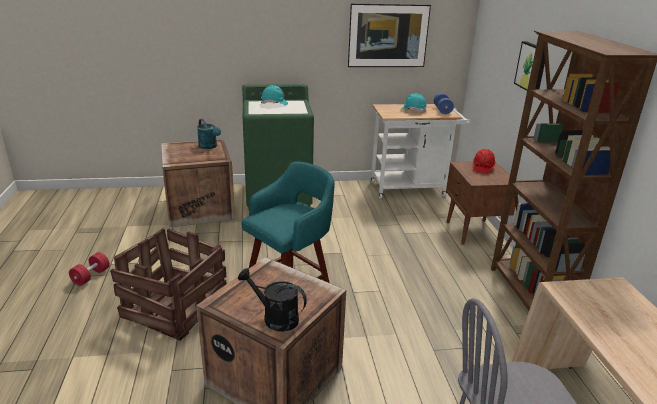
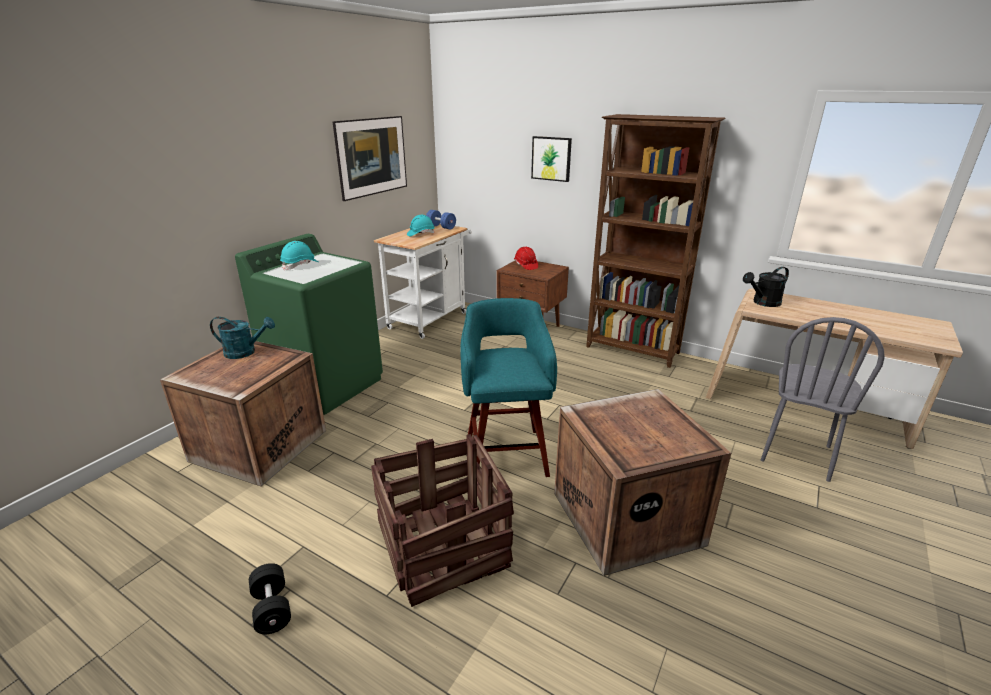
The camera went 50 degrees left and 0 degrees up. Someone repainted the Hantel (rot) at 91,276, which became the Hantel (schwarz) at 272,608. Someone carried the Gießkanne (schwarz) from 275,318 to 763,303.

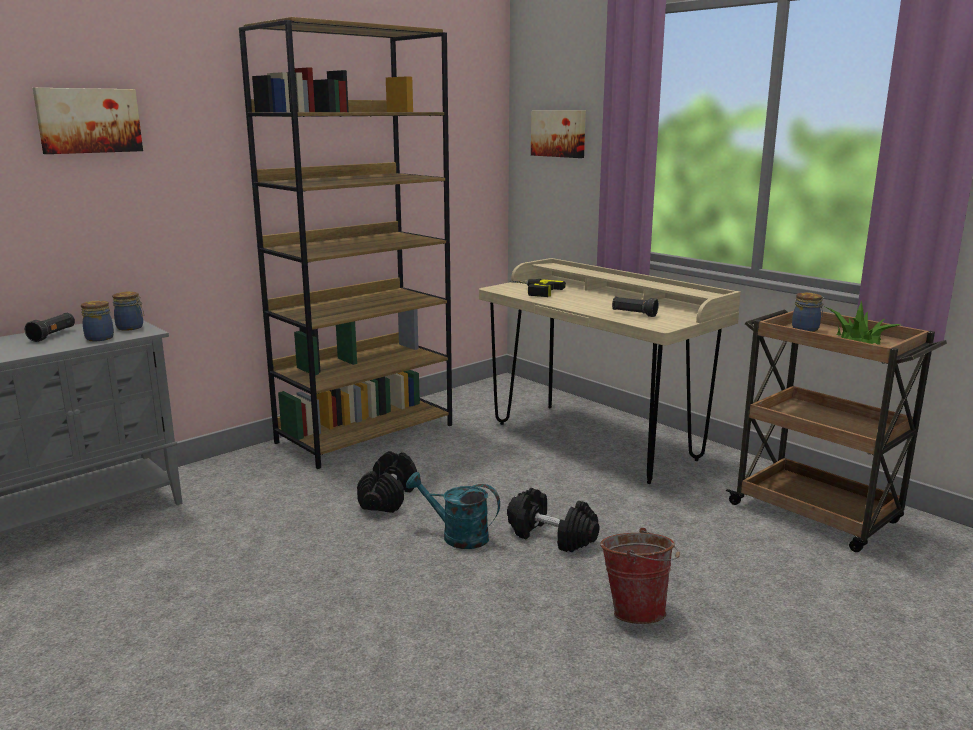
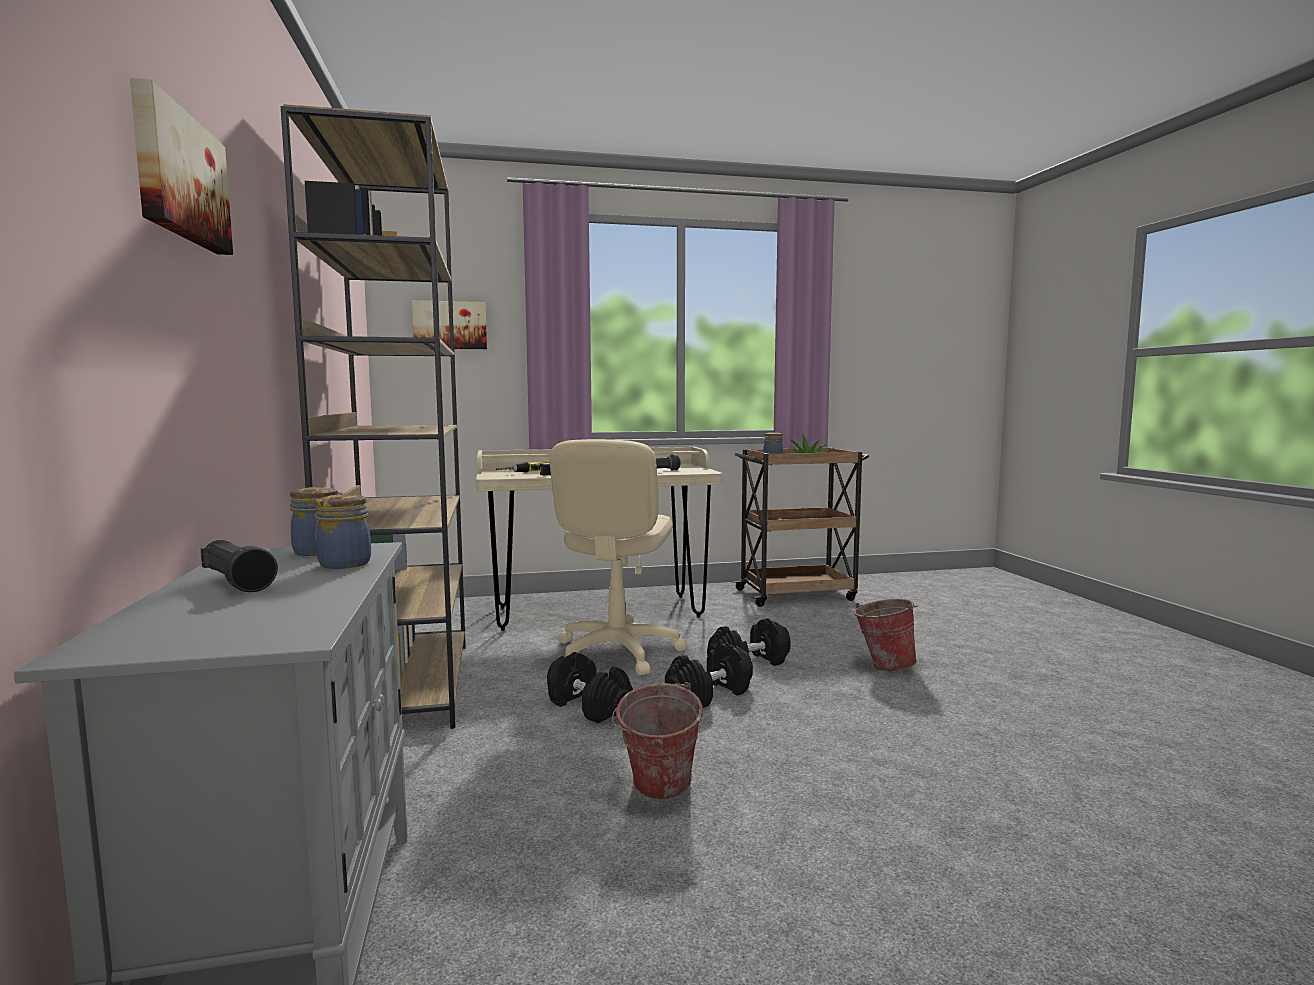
The camera went 60 degrees left and 10 degrees down. Someone swapped the Gießkanne (türkis) at 457,536 for the Hantel (schwarz) at 709,694. Someone put down the Bürostuhl (beige) at 616,652. Someone put down the Eimer at 657,792.

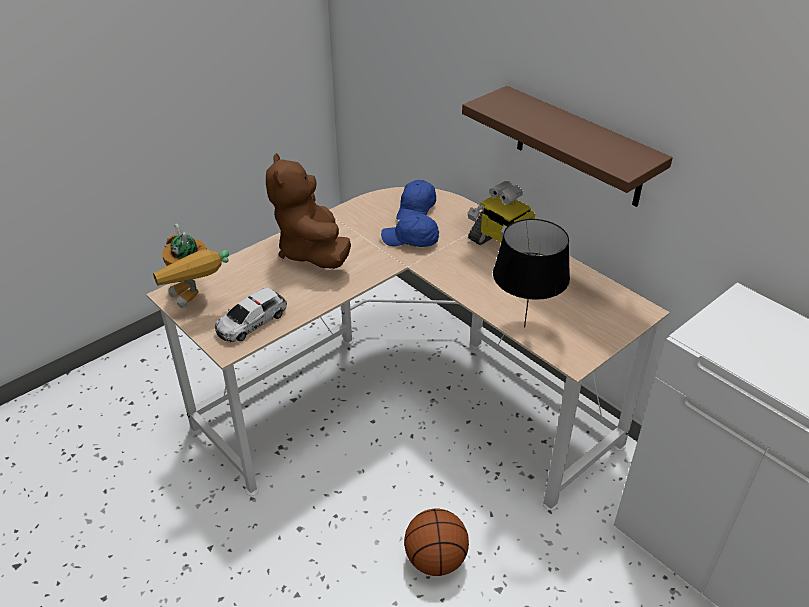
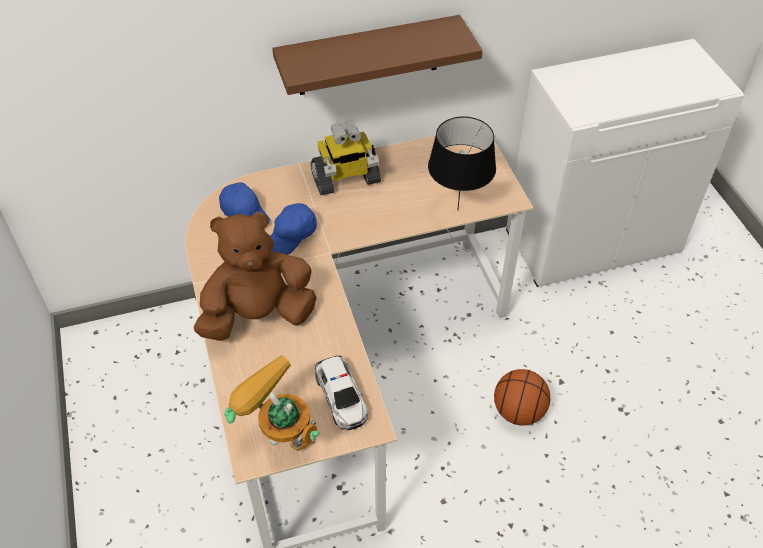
The camera went 65 degrees left and 10 degrees up. Someone rotated the Spielzeugroboter at 196,301 by 135 degrees counterclockwise. Someone rotated the Plüschtier (braun) at 312,252 by 150 degrees clockwise.

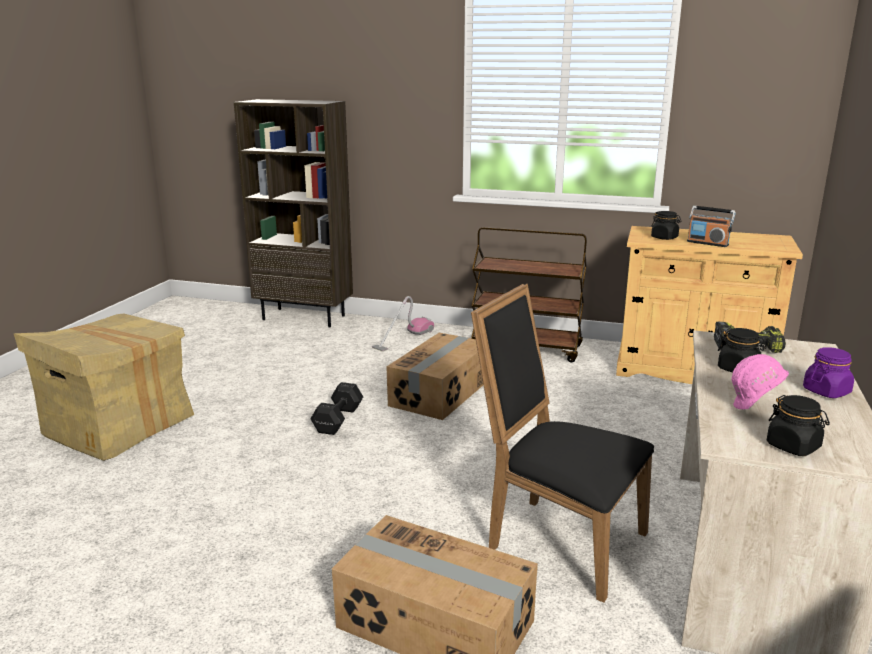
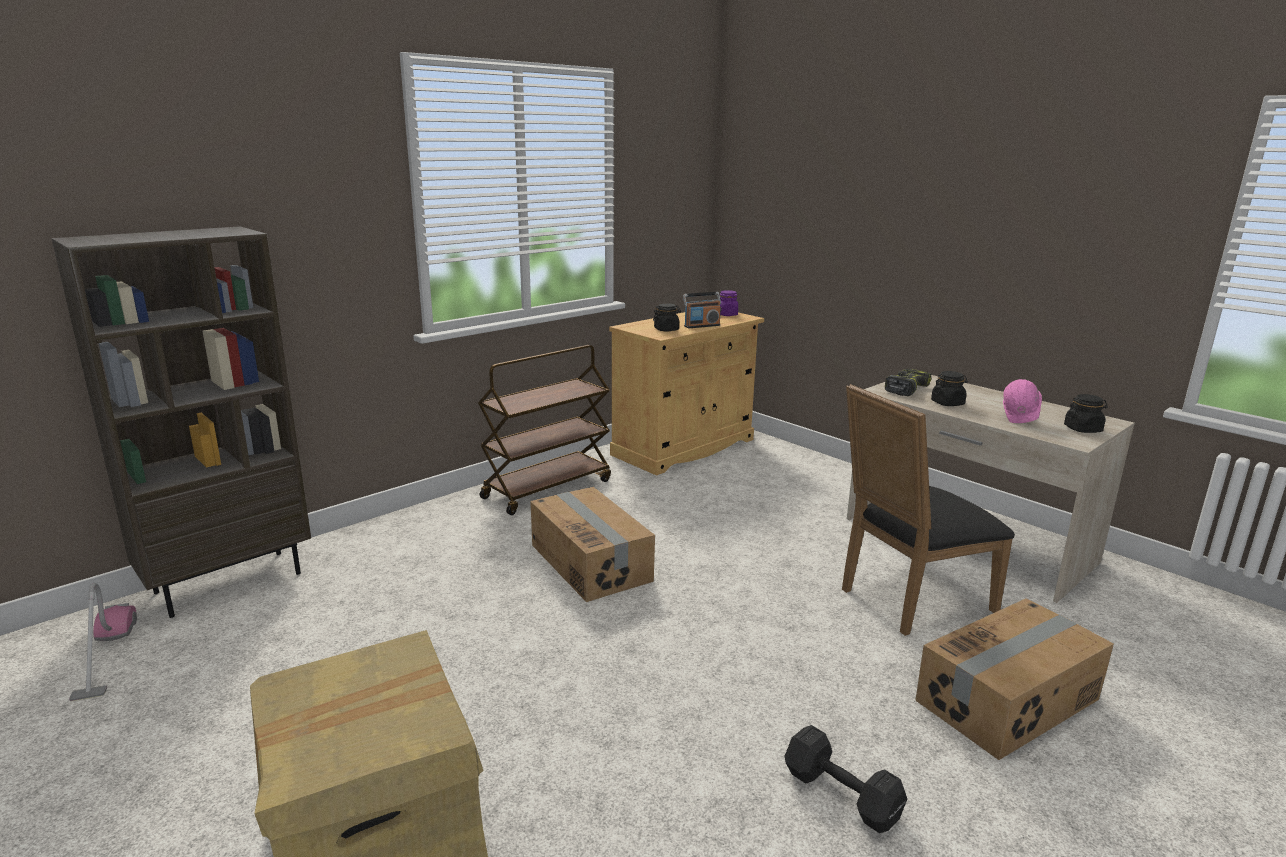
The camera went 60 degrees left and 0 degrees up. Someone carried the Hantel (schwarz) from 339,419 to 839,793. Someone carried the Staubsauger from 403,339 to 105,656. Someone carried the Vorratsglas (lila) from 826,391 to 727,314.

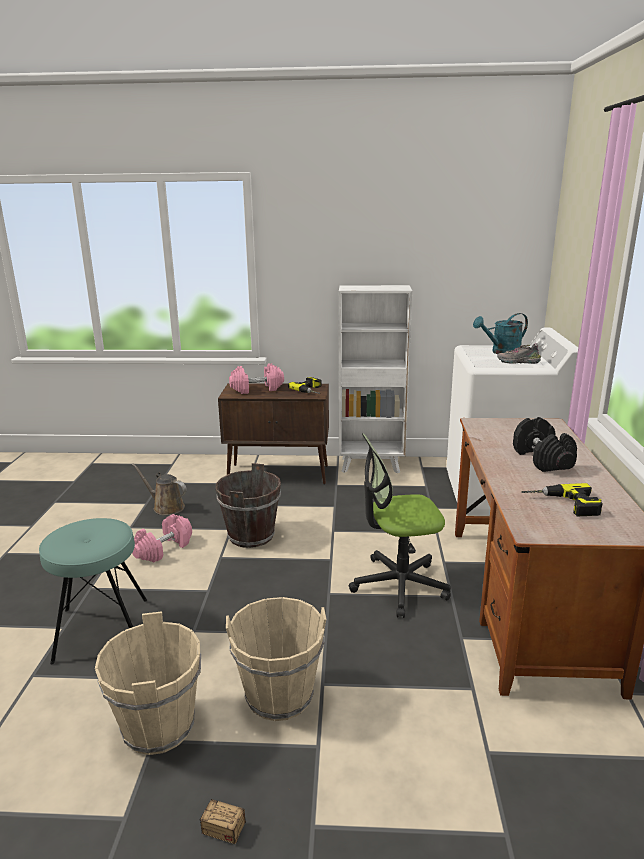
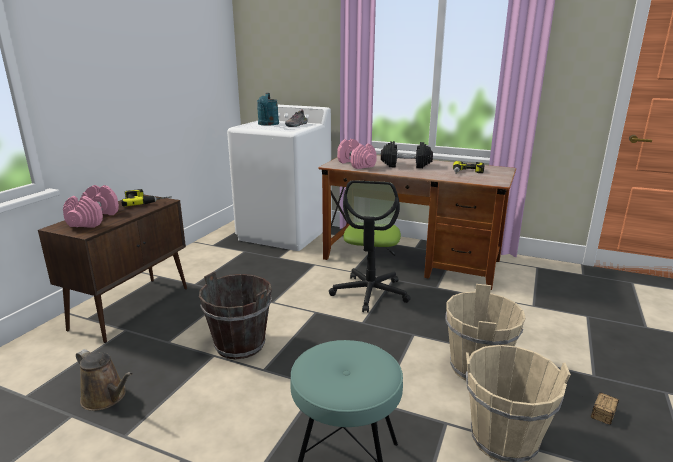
The camera went 70 degrees left and 0 degrees up. Someone rotated the Gießkanne (braun) at 166,507 by 105 degrees counterclockwise. Someone carried the Hantel (rosa) from 163,549 to 356,164. Someone took away the Bücherregal (weiß) at 371,465.

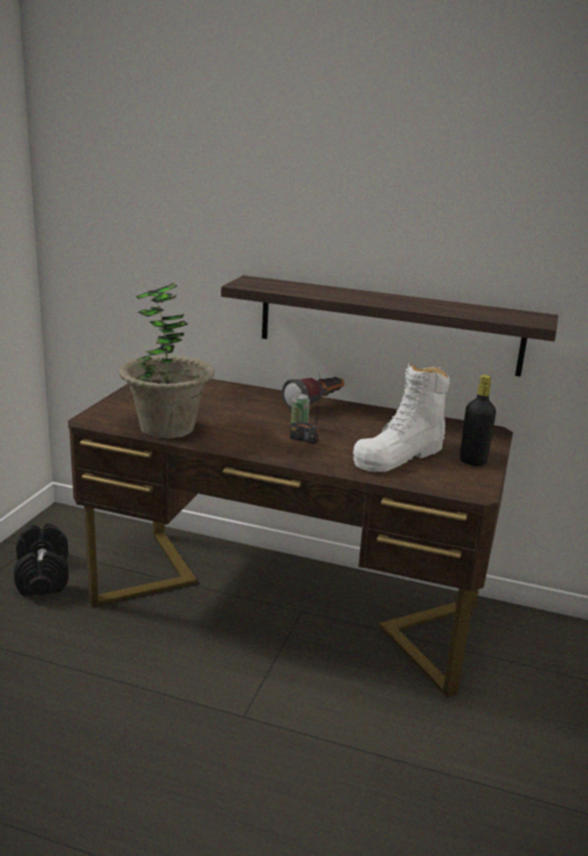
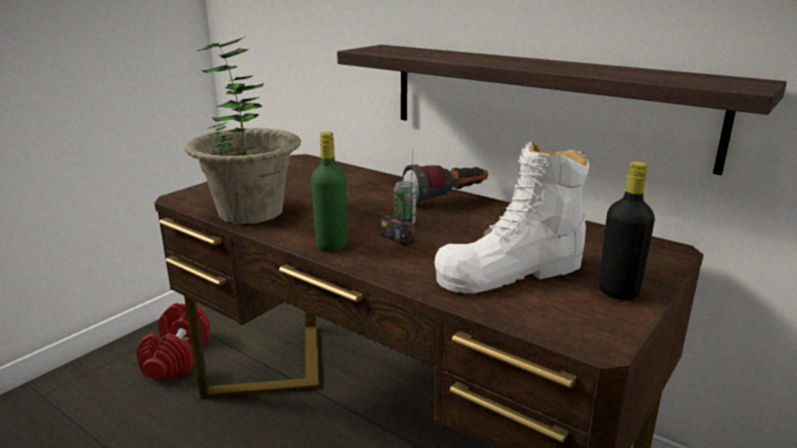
The camera went 20 degrees right and 0 degrees up. Someone repainted the Hantel (schwarz) at 43,576, which became the Hantel (rot) at 178,356. Someone put down the Flasche (grün) at 331,245.

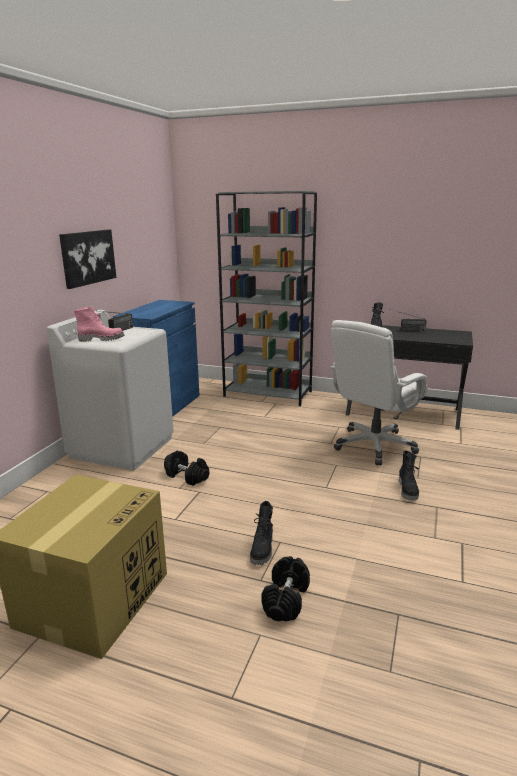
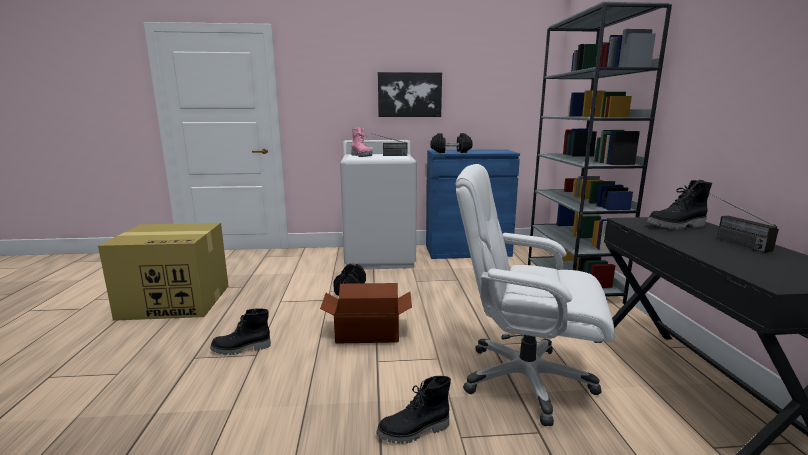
The camera went 65 degrees right and 5 degrees down. Someone carried the Hantel (schwarz) from 285,599 to 451,152. Someone put down the Karton at 367,332.

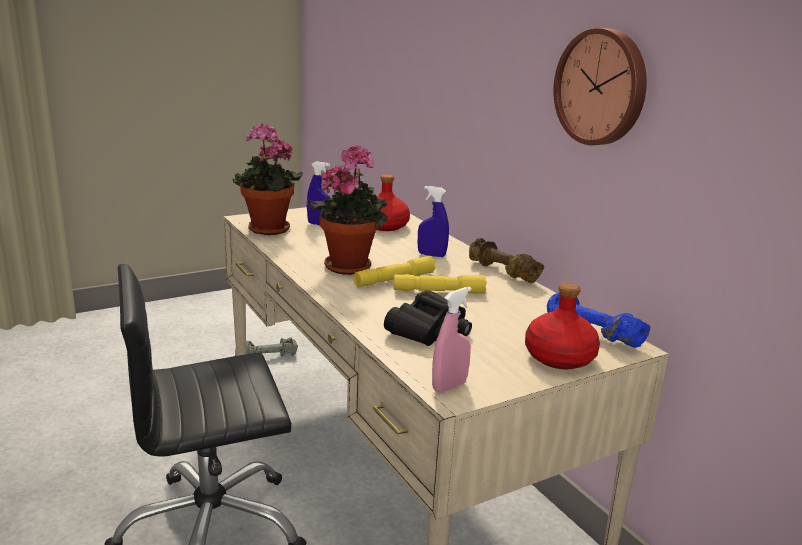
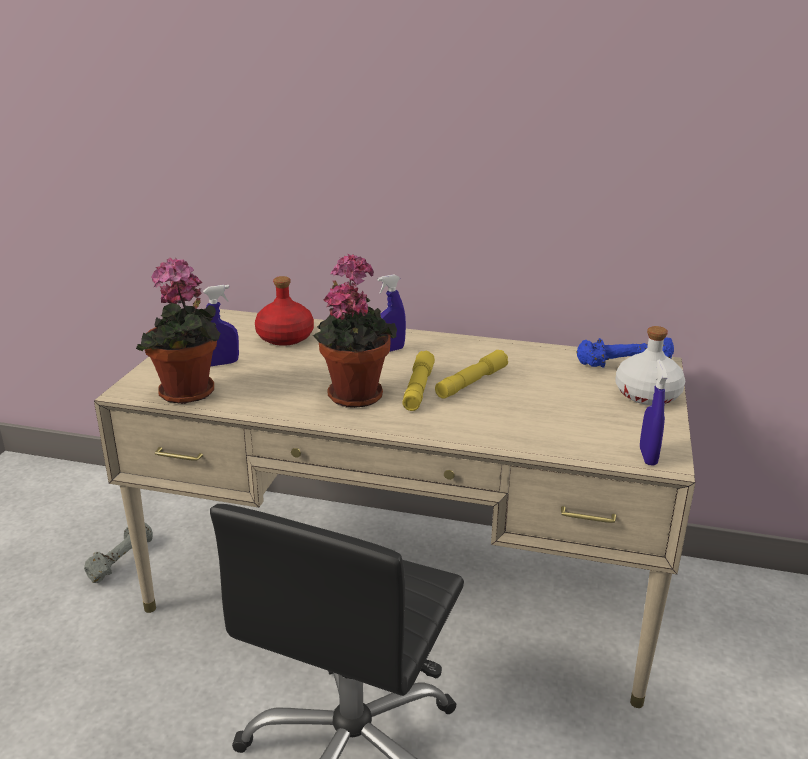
The camera went 45 degrees left and 5 degrees up. Someone took away the Fernglas (schwarz) at 430,331. Someone repainted the Sprühflasche (rosa) at 449,386, which became the Sprühflasche (blau) at 648,456. Someone took away the Hantel (braun) at 501,272. Someone repainted the Flasche (rot) at 558,357, which became the Flasche (weiß) at 646,395. Someone took away the Wanduhr at 602,87.

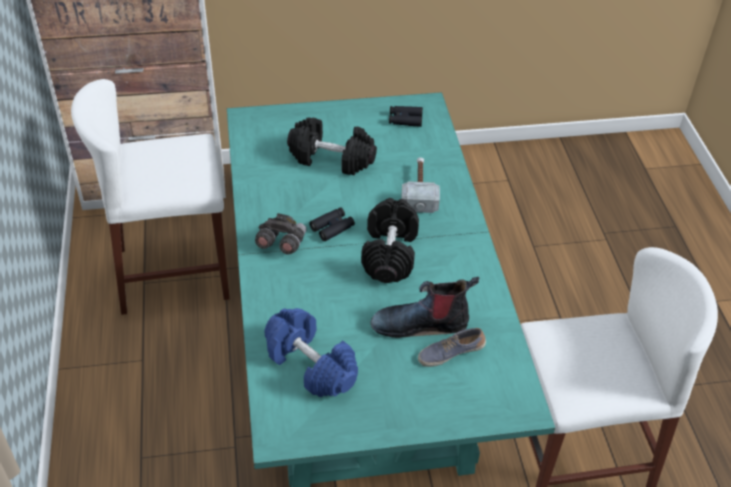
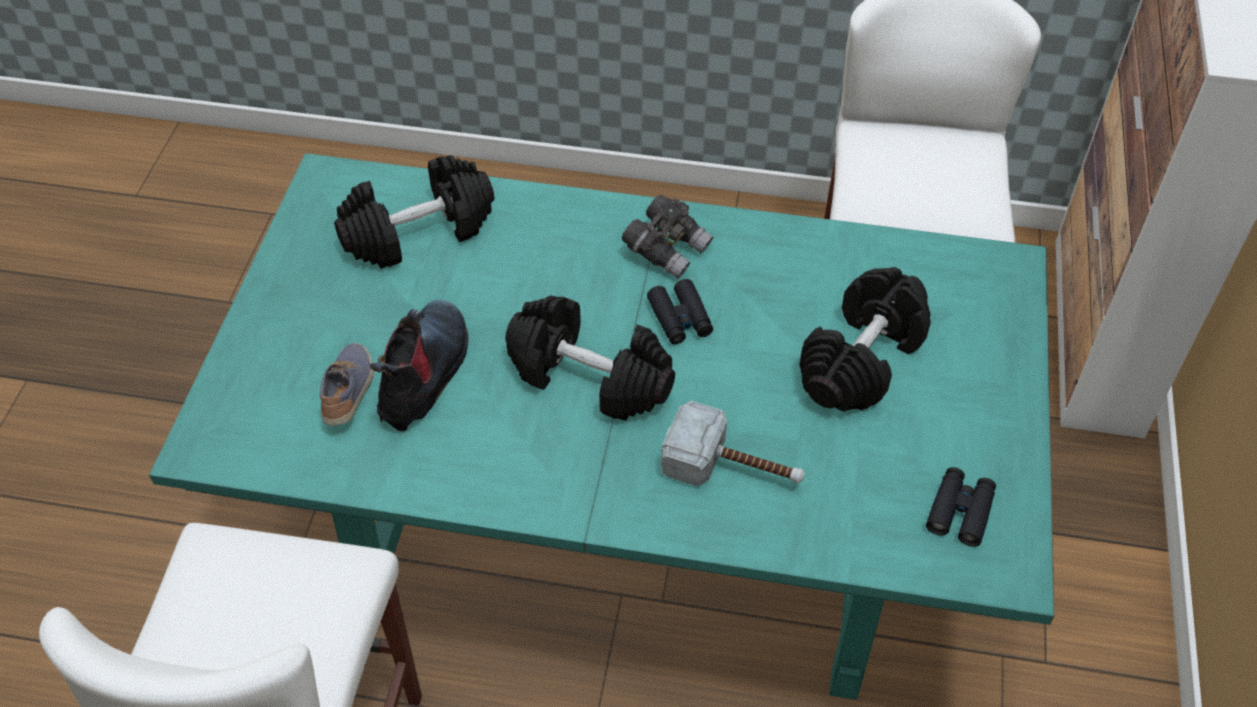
The camera went 110 degrees right and 5 degrees up. Someone repainted the Hantel (blau) at 310,365, which became the Hantel (schwarz) at 419,231.

